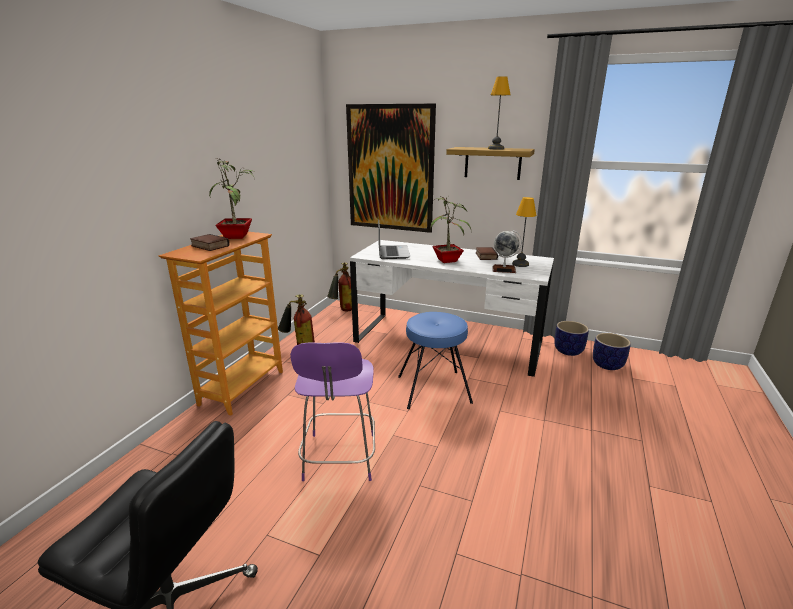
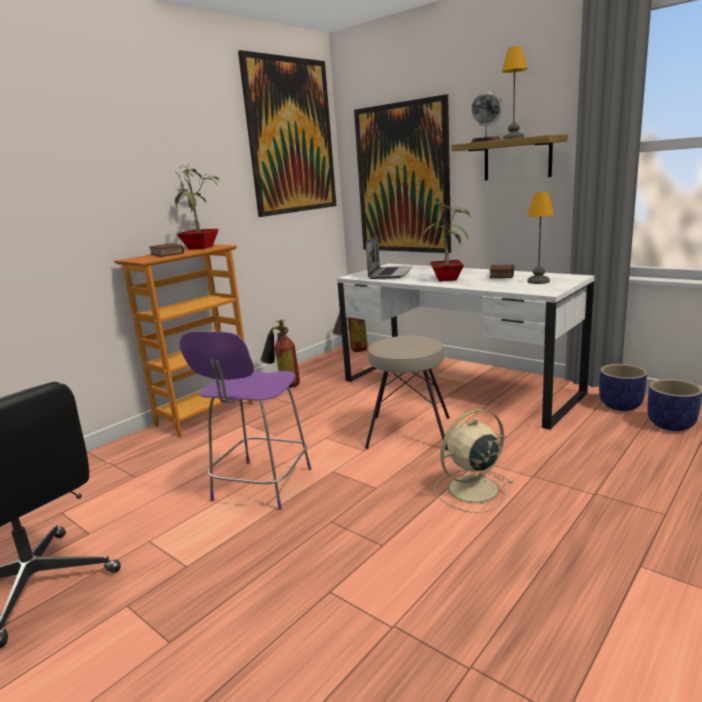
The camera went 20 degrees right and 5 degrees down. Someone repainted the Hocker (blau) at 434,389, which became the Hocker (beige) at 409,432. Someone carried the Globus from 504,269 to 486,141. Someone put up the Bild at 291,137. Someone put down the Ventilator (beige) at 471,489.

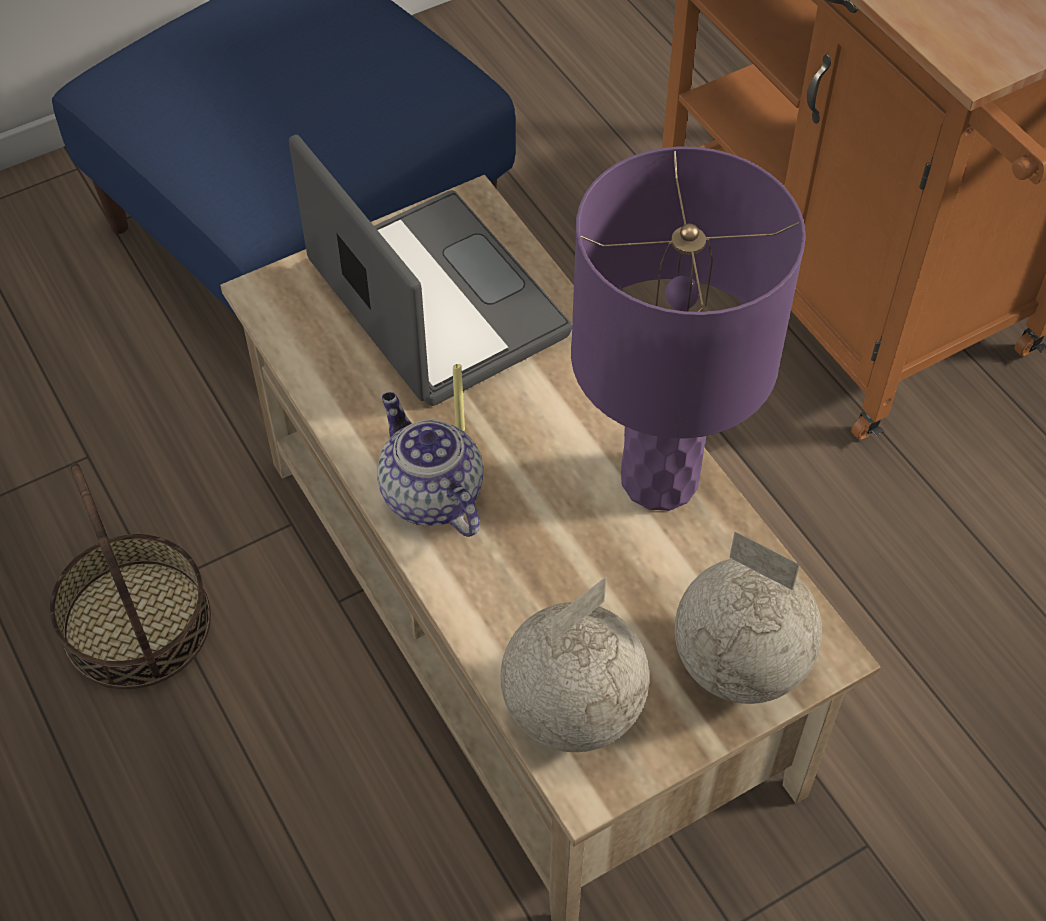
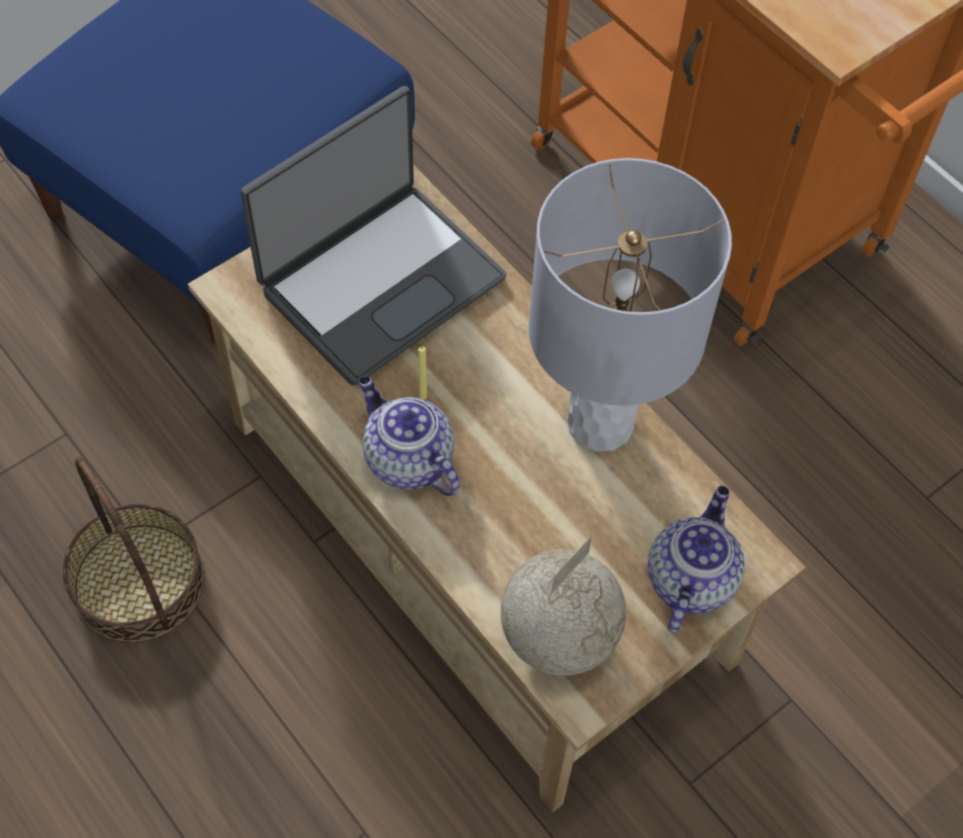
The camera went 10 degrees left and 5 degrees up. Someone rotated the Laptop at 433,303 by 90 degrees clockwise. Someone repainted the Tischlampe (lila) at 661,479, which became the Tischlampe (grau) at 601,423. Someone swapped the Globus at 738,662 for the Teekanne at 690,578.

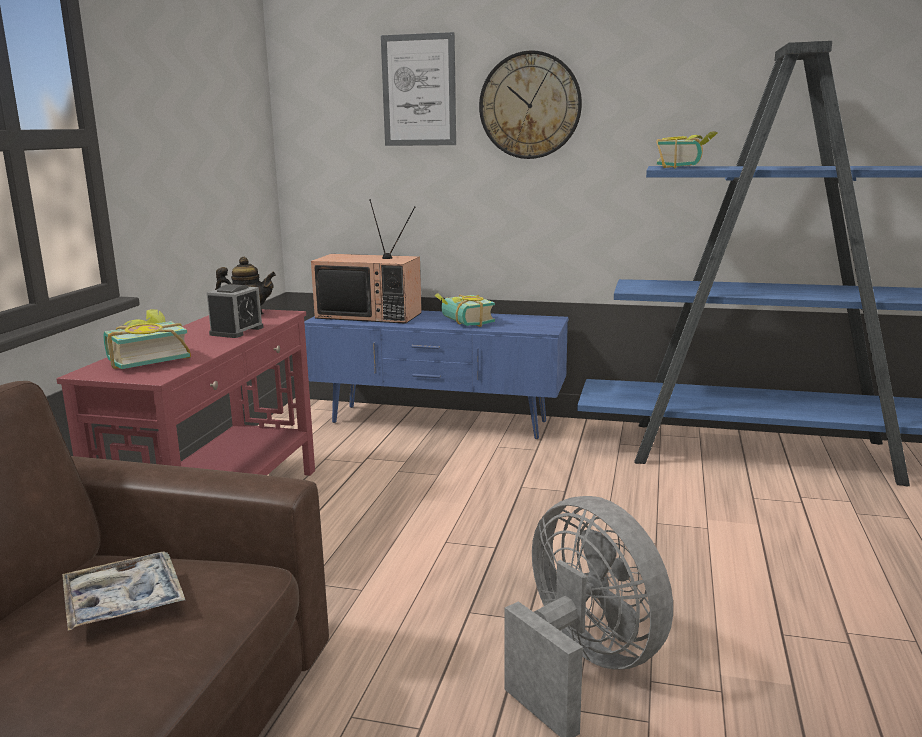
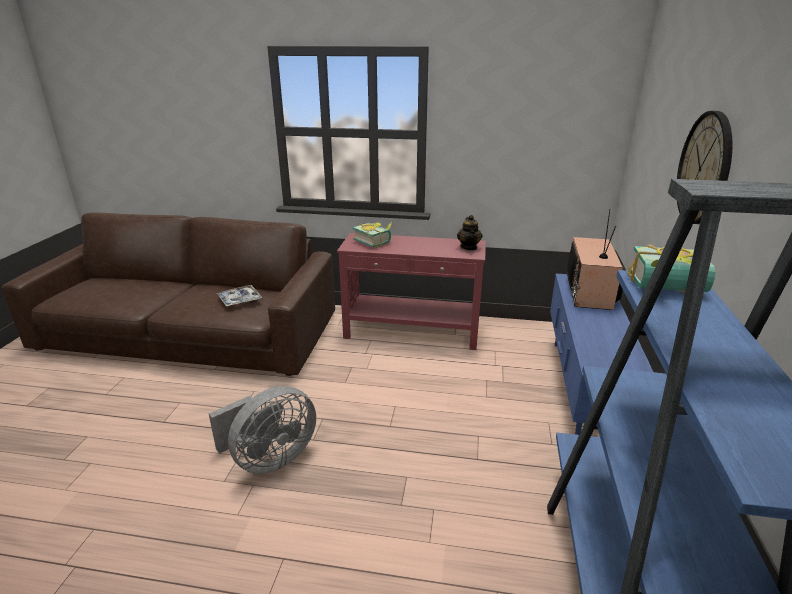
The camera went 85 degrees right and 10 degrees up. Someone took away the Wecker at 237,331. Someone took away the Bild at 419,90. Someone took away the Buch at 463,323.

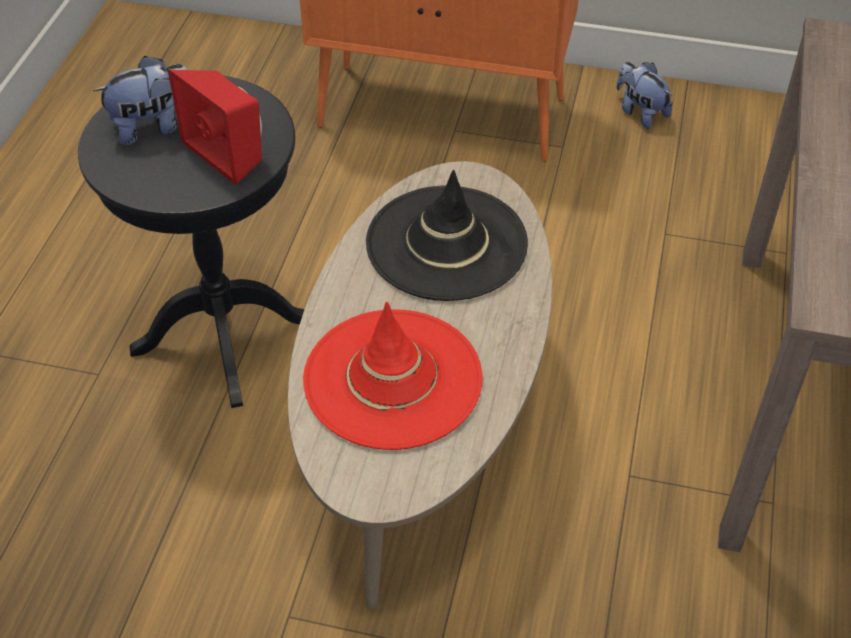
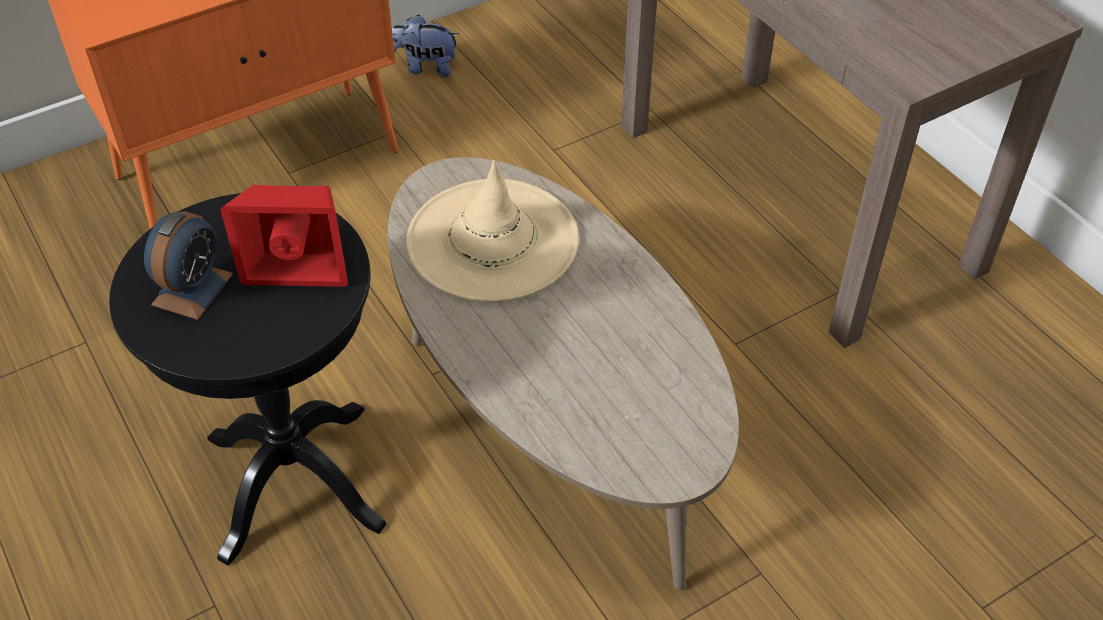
The camera went 45 degrees left and 0 degrees up. Someone swapped the Plüschtier at 153,126 for the Wecker at 192,289. Someone took away the Hut (rot) at 393,379. Someone repainted the Hut (schwarz) at 446,243, which became the Hut (beige) at 492,240.

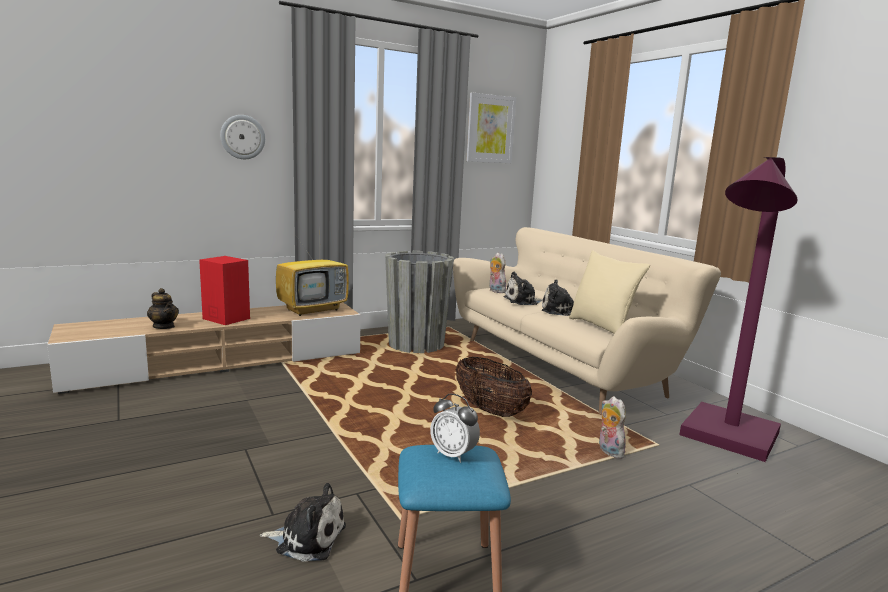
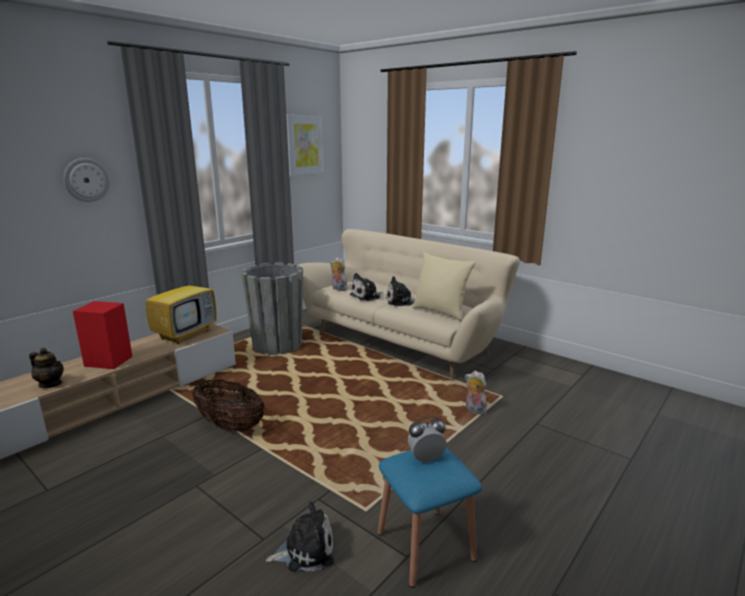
The camera went 20 degrees left and 5 degrees up. Someone rotated the Wecker at 453,454 by 150 degrees clockwise. Someone carried the Korb from 490,410 to 230,426. Someone took away the Stehlampe (lila) at 726,439.

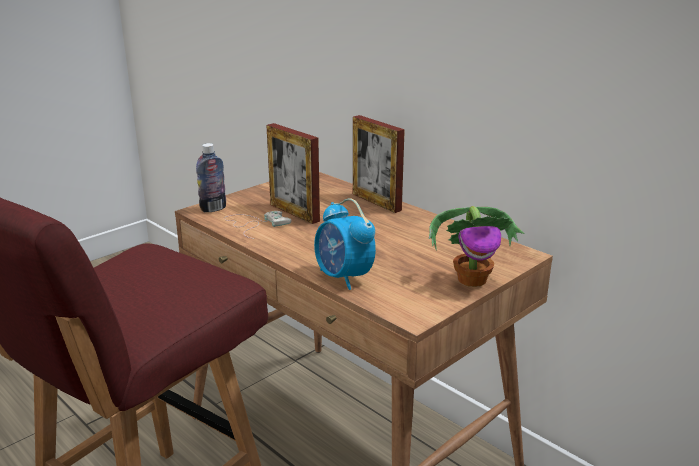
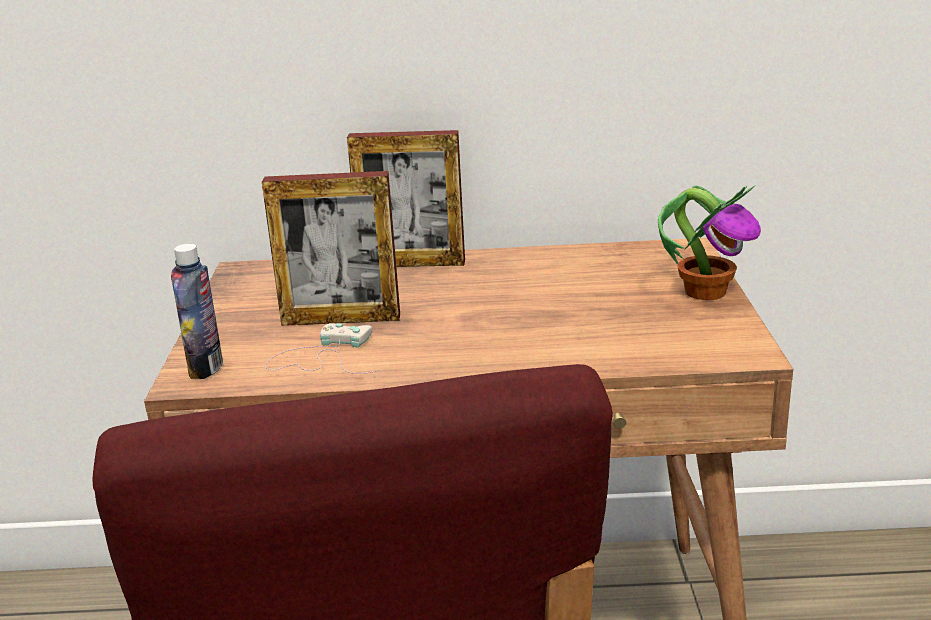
The camera went 45 degrees left and 0 degrees up. Someone took away the Wecker at 344,277.

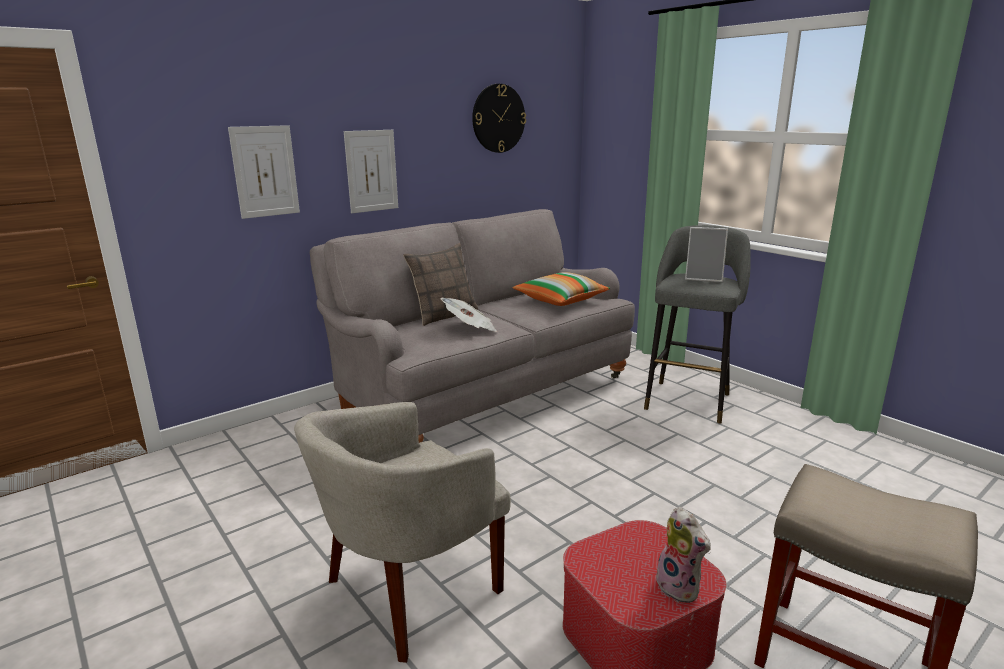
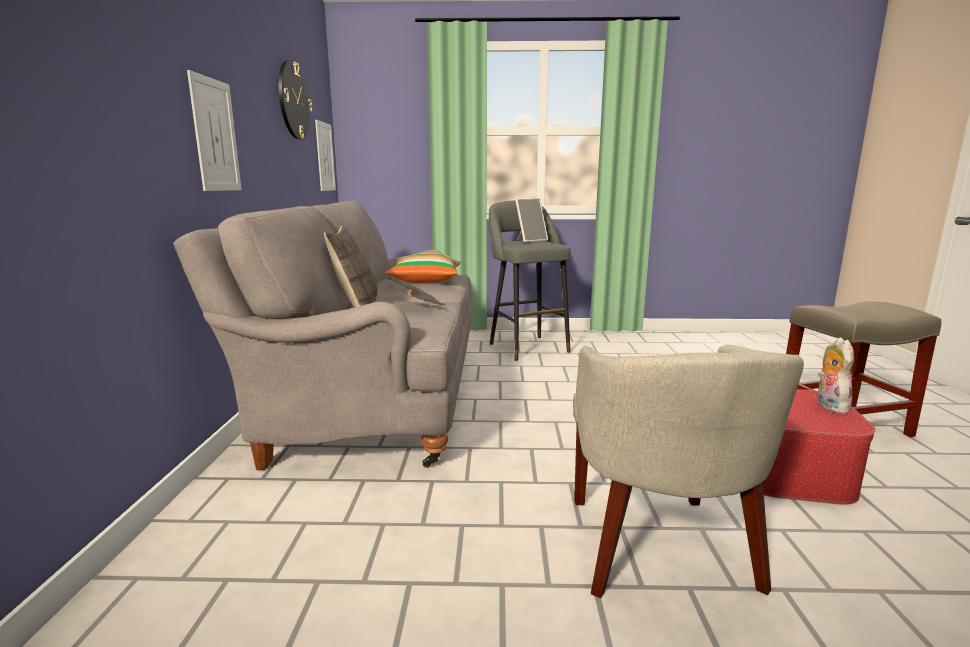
The camera went 50 degrees left and 5 degrees down. Someone carried the Bild from 265,171 to 325,157. Someone rotated the Plüschtier at 680,587 by 90 degrees counterclockwise.

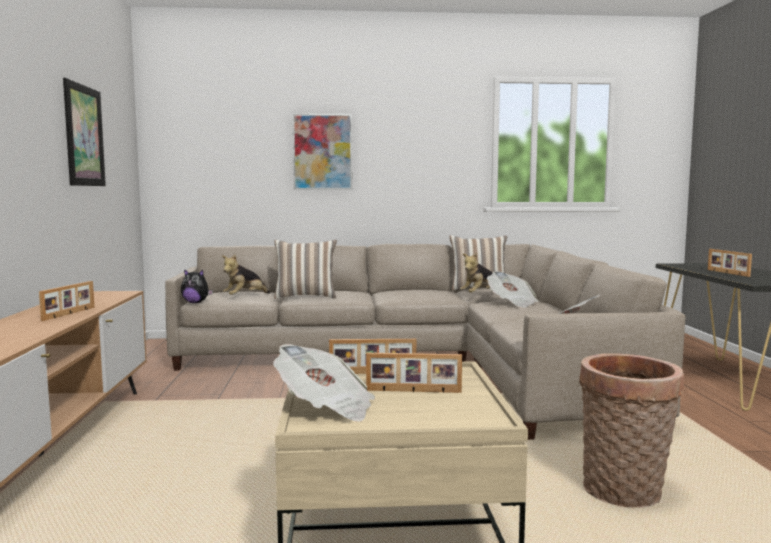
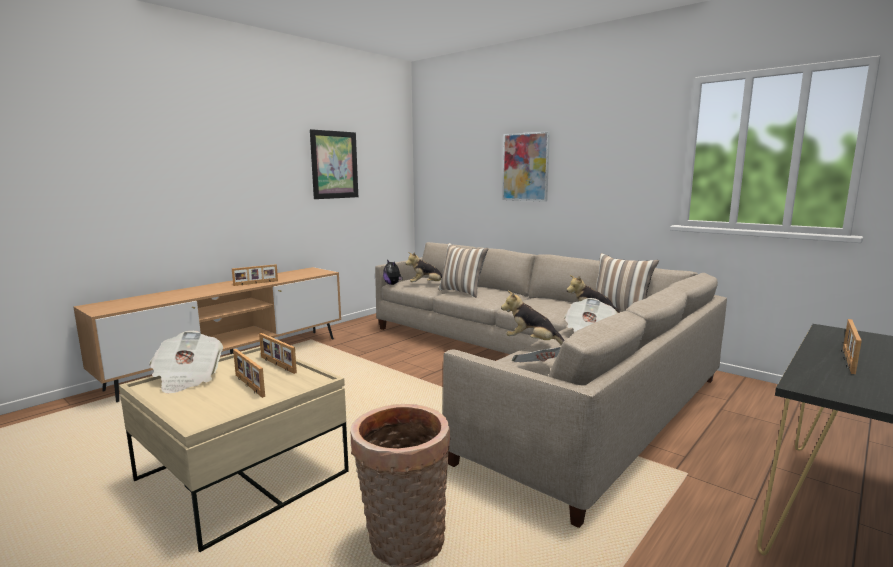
The camera went 45 degrees right and 5 degrees up. Someone put down the Plüschtier at 533,343.

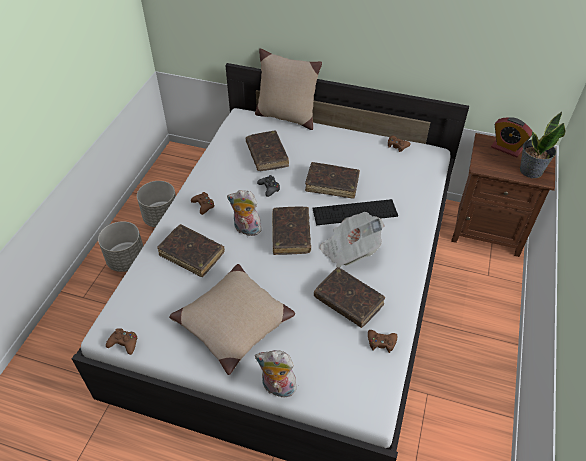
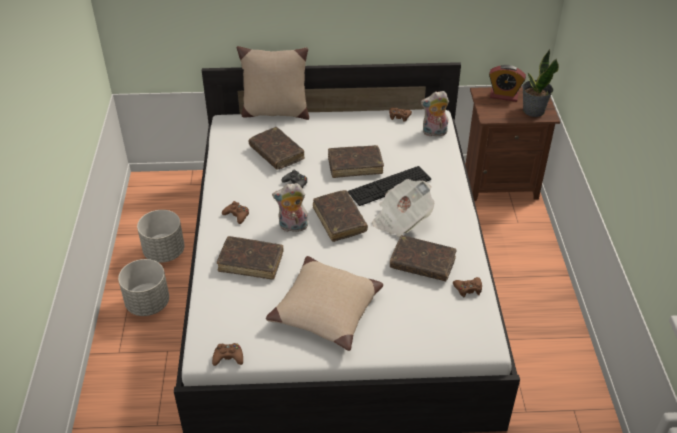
The camera went 20 degrees left and 5 degrees down. Someone carried the Plüschtier from 277,388 to 434,133.

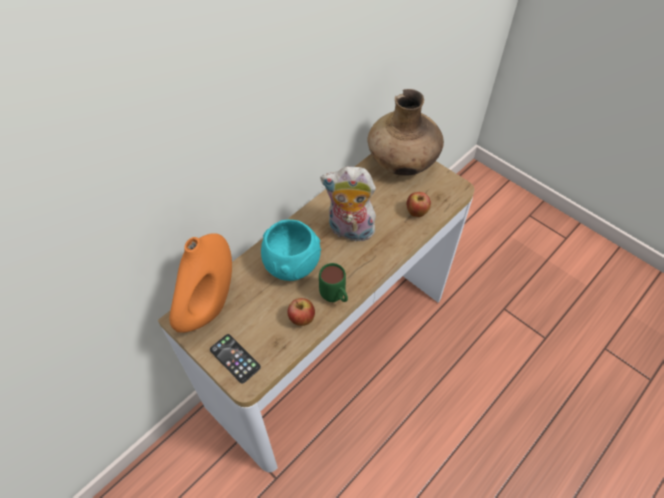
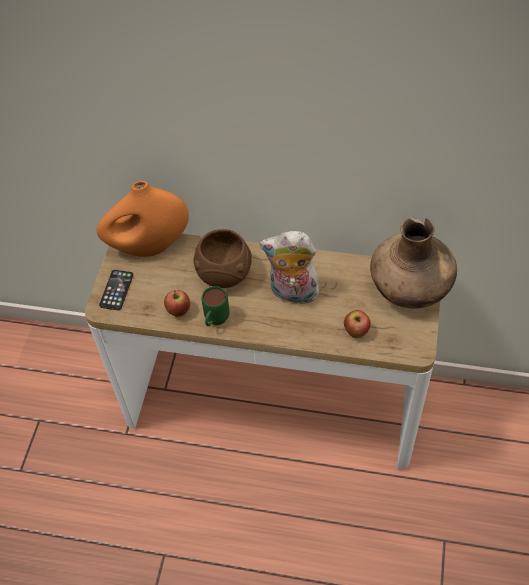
The camera went 60 degrees right and 0 degrees up. Someone repainted the Schüssel (türkis) at 291,265, which became the Schüssel (braun) at 225,274. Someone rotated the Plüschtier at 349,231 by 60 degrees counterclockwise.

